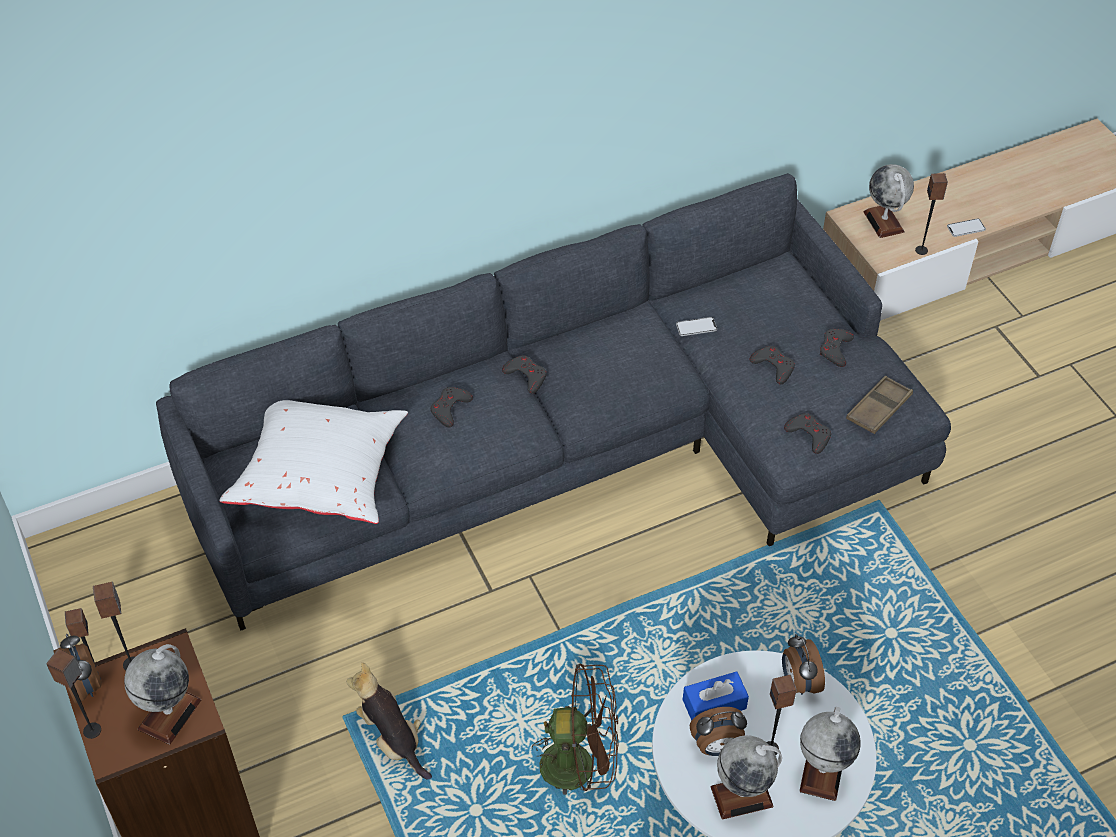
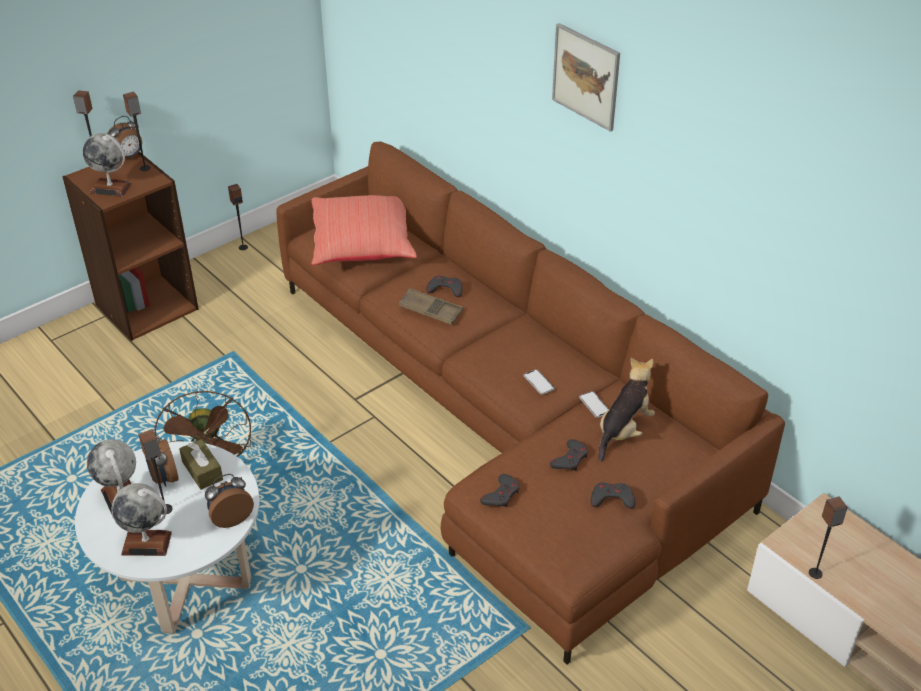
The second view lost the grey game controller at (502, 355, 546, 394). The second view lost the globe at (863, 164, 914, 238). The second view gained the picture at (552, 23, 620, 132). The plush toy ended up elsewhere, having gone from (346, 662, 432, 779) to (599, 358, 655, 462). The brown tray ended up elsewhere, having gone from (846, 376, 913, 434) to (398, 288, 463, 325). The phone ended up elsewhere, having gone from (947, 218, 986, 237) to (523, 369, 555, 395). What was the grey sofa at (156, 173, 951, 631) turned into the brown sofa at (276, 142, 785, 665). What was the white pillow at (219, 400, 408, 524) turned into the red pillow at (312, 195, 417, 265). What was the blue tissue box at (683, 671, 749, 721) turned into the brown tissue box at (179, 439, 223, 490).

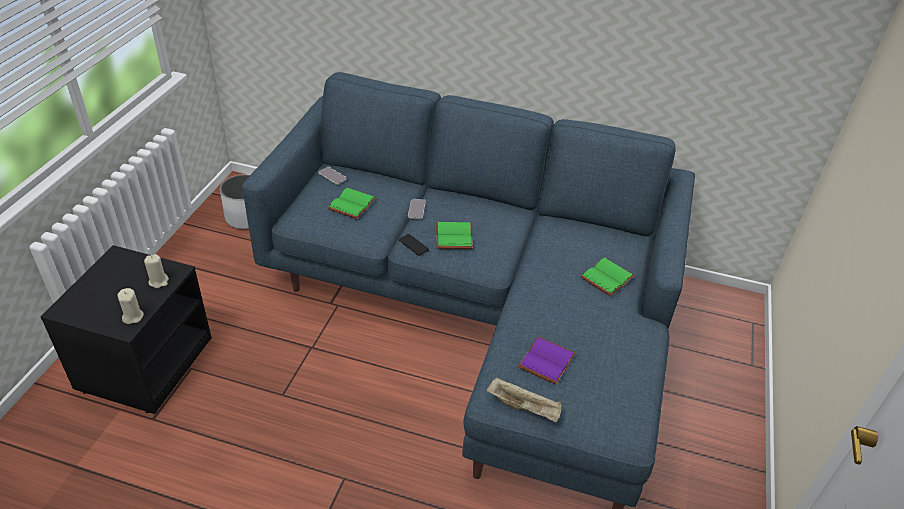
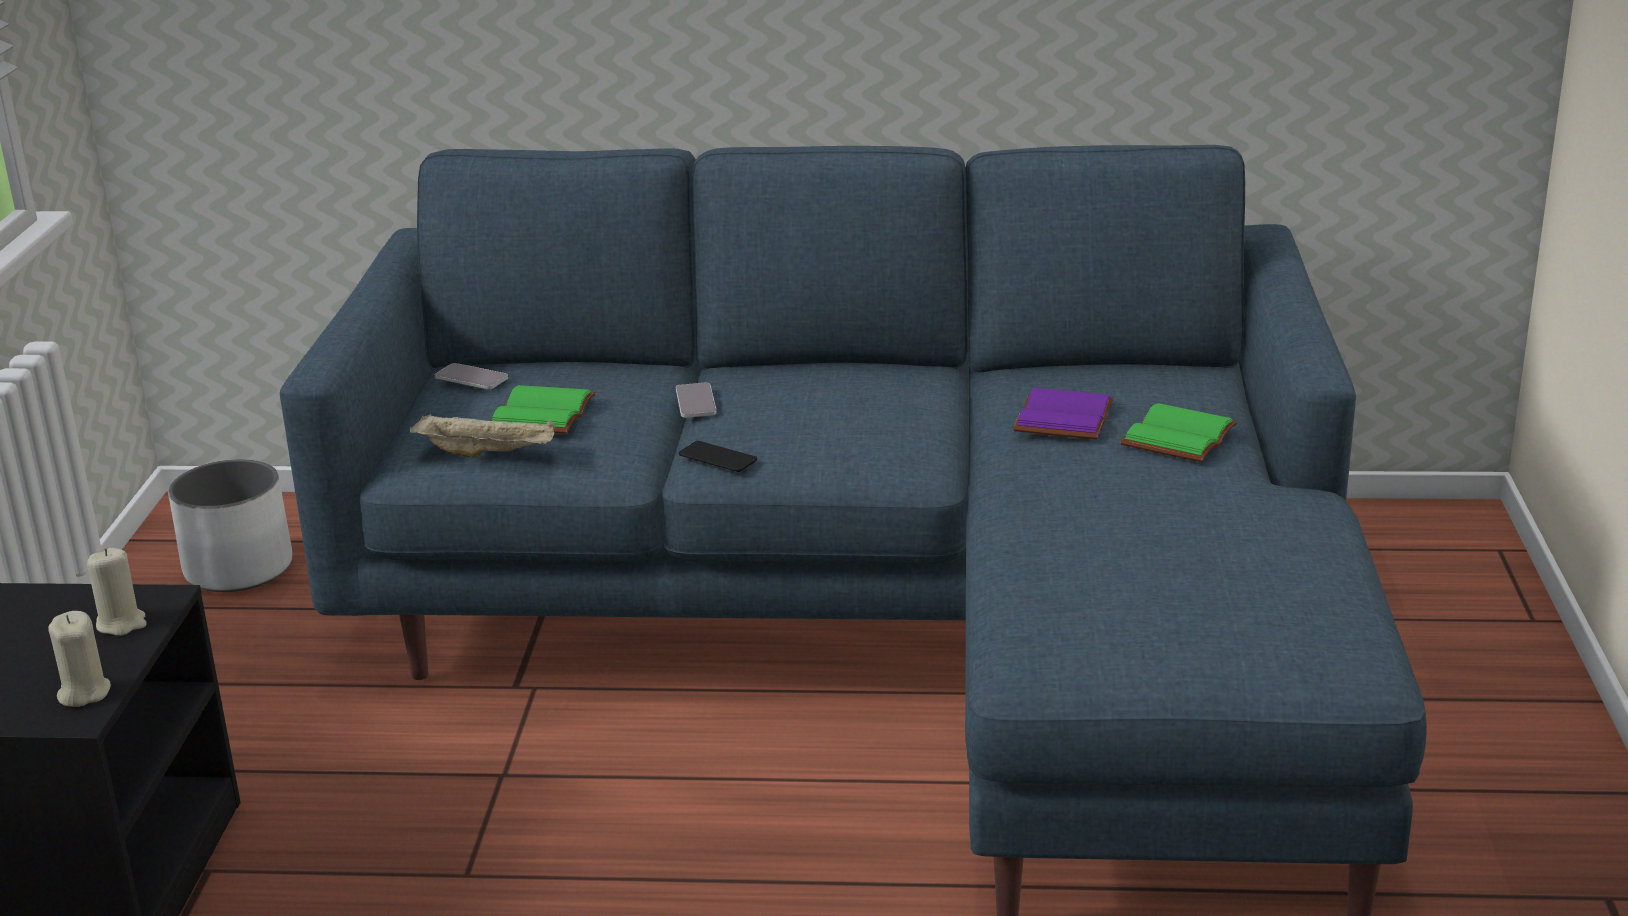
The second view lost the green book at (436, 222, 473, 249). The beige tray ended up elsewhere, having gone from (486, 377, 562, 422) to (410, 413, 555, 458). The purple book ended up elsewhere, having gone from (518, 336, 576, 385) to (1013, 388, 1114, 440).

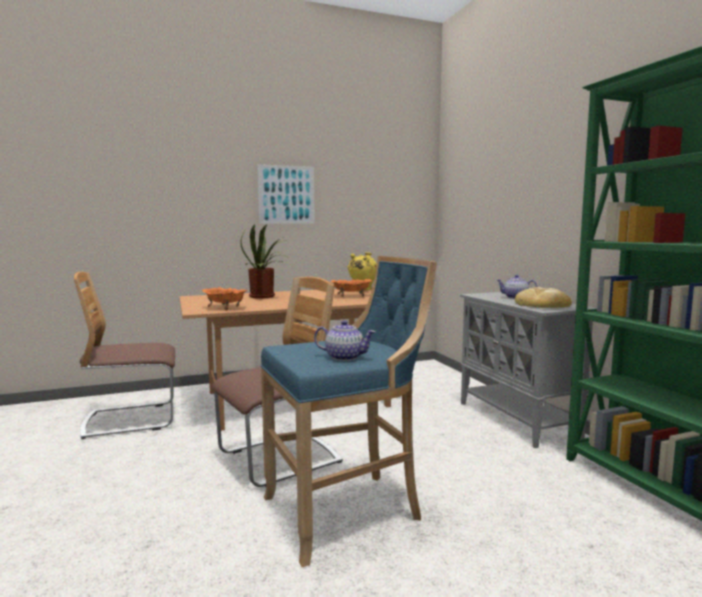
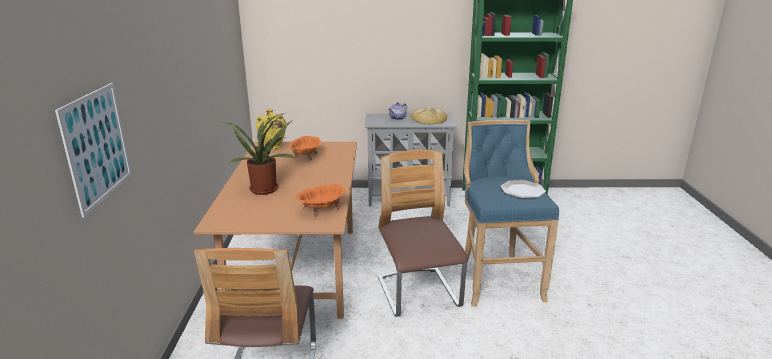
The picture ended up elsewhere, having gone from (257, 164, 315, 224) to (55, 83, 132, 217). Where the teapot stood at (314, 320, 376, 361), the plate came to stand at (500, 180, 546, 198).

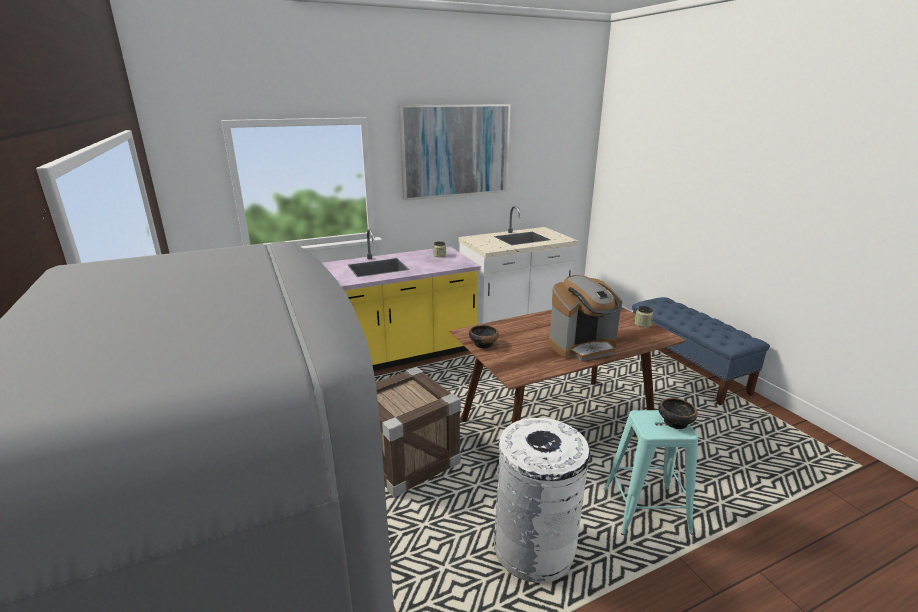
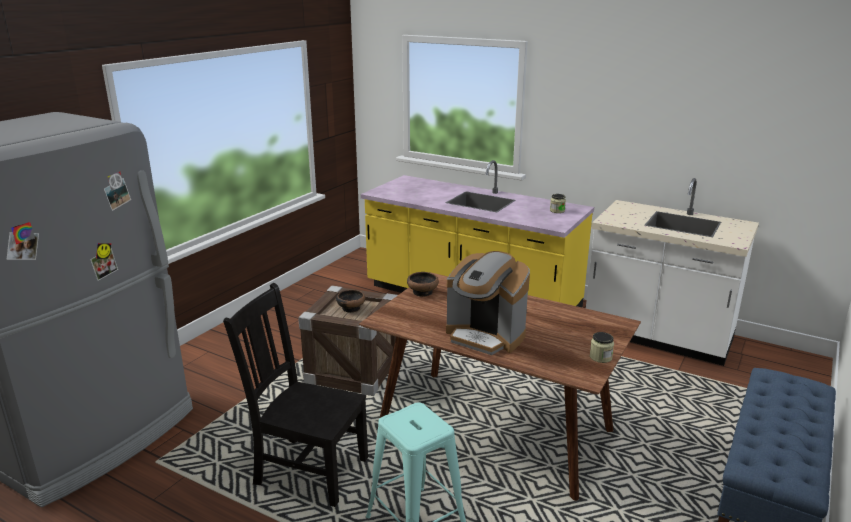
The second view lost the picture at (399, 104, 511, 200). The bowl ended up elsewhere, having gone from (658, 398, 698, 429) to (336, 290, 365, 313). Where the white trash can stood at (494, 418, 590, 583), the black chair came to stand at (223, 283, 368, 507).

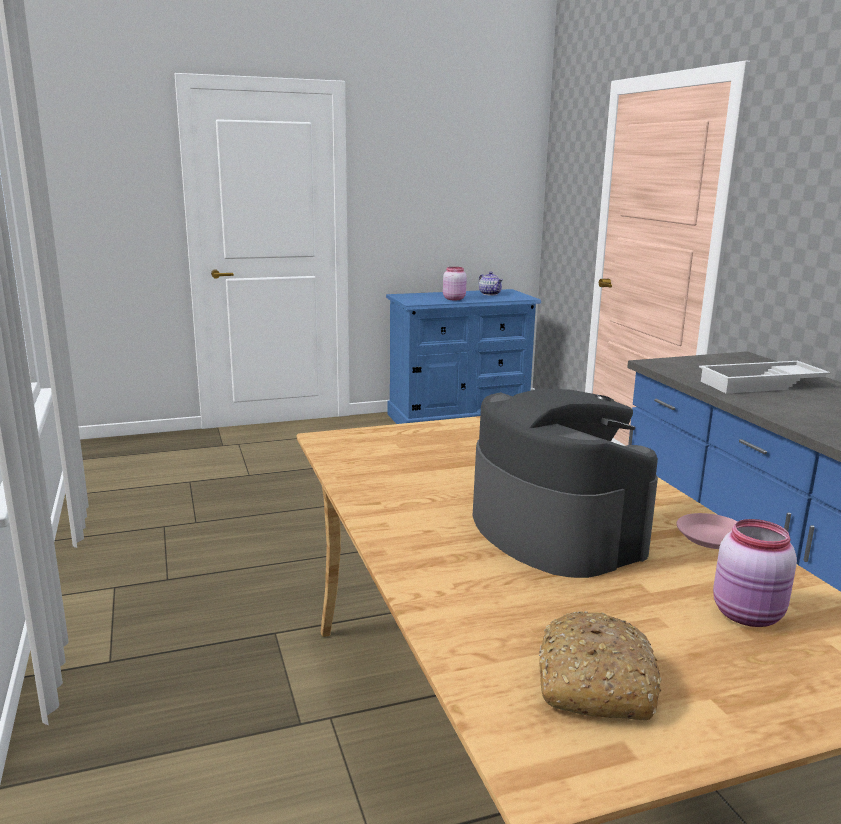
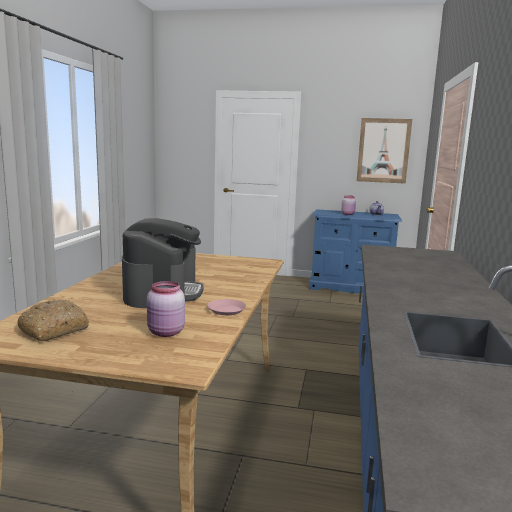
The second view lost the white tray at (699, 361, 831, 394). The second view gained the picture at (357, 118, 412, 184).

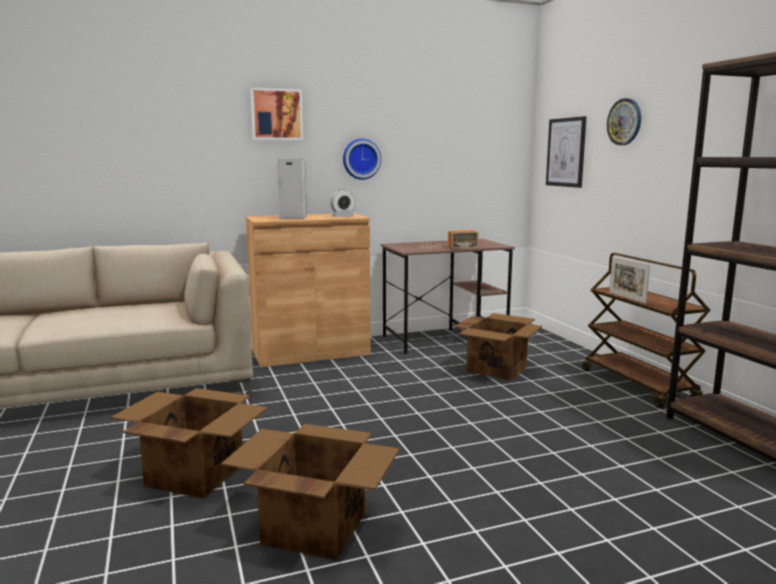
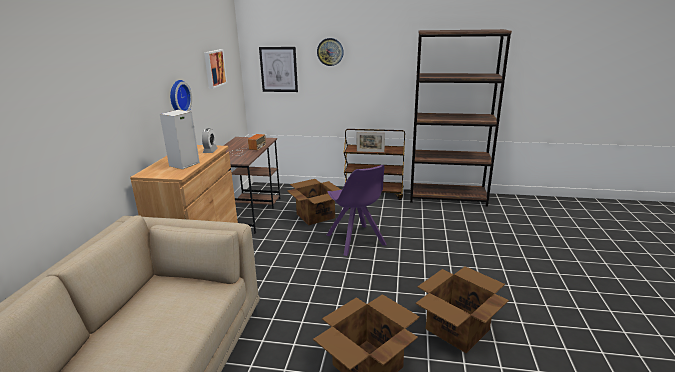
The second view gained the purple chair at (326, 165, 387, 256). The picture ended up elsewhere, having gone from (250, 88, 303, 140) to (204, 49, 227, 89).

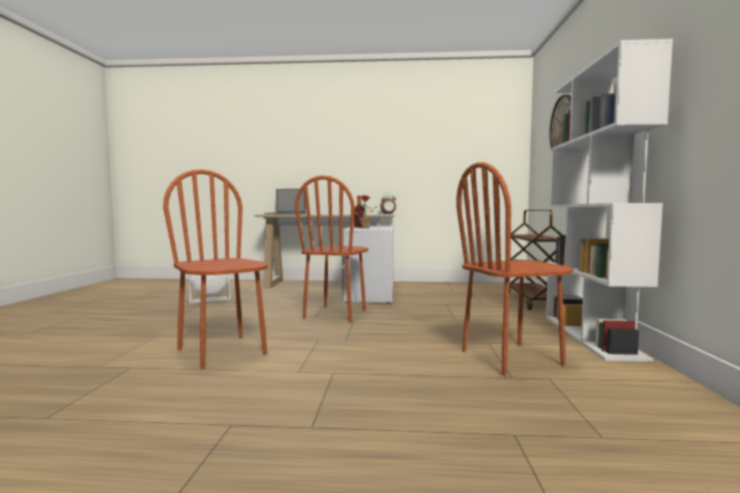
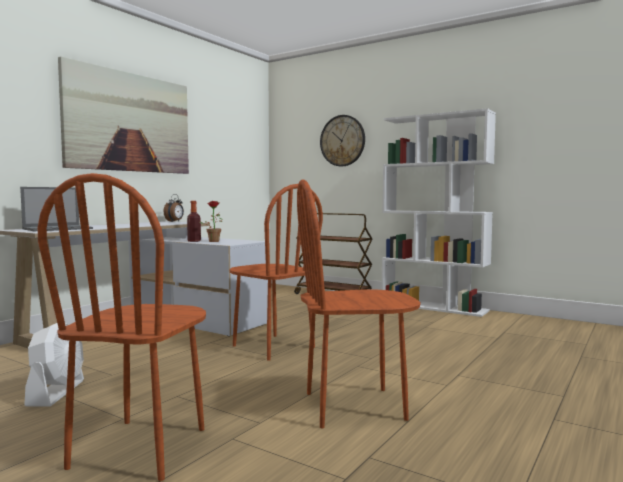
The second view gained the picture at (58, 56, 189, 174). The brown chair ended up elsewhere, having gone from (456, 162, 573, 376) to (38, 173, 206, 481).

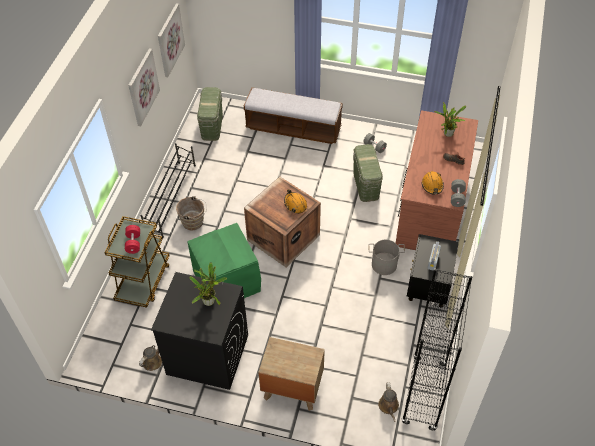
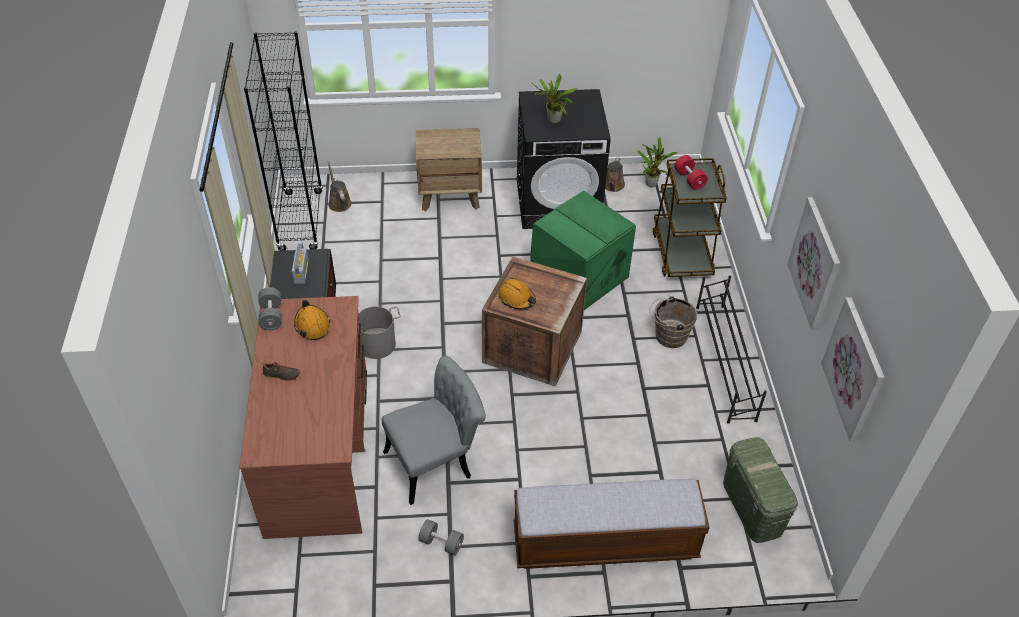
The potted plant ended up elsewhere, having gone from (434, 102, 466, 137) to (637, 137, 678, 187). Where the green storage box stood at (353, 144, 383, 202), the grey chair came to stand at (382, 356, 486, 505).

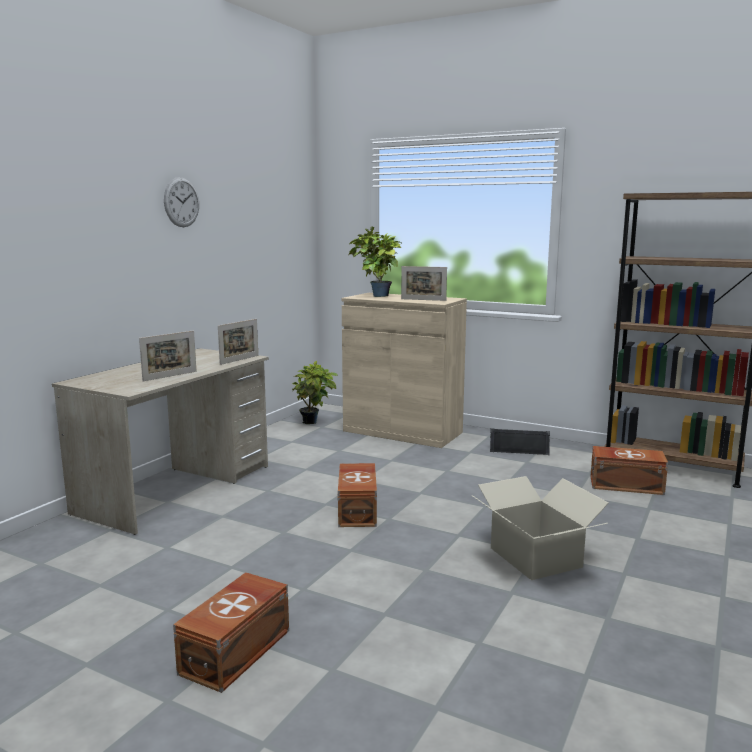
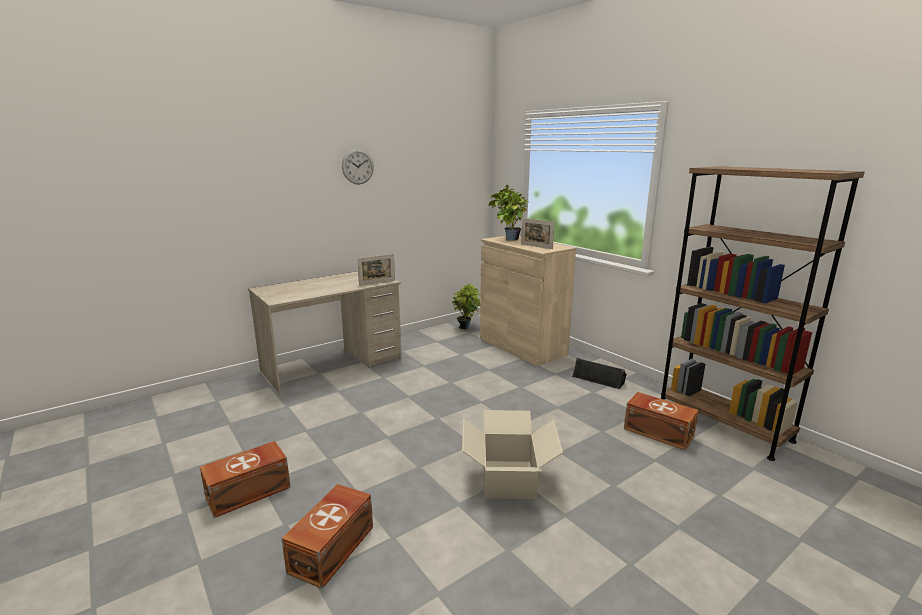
The second view lost the picture frame at (139, 331, 196, 381). The brown storage box ended up elsewhere, having gone from (338, 463, 377, 527) to (281, 484, 373, 589).

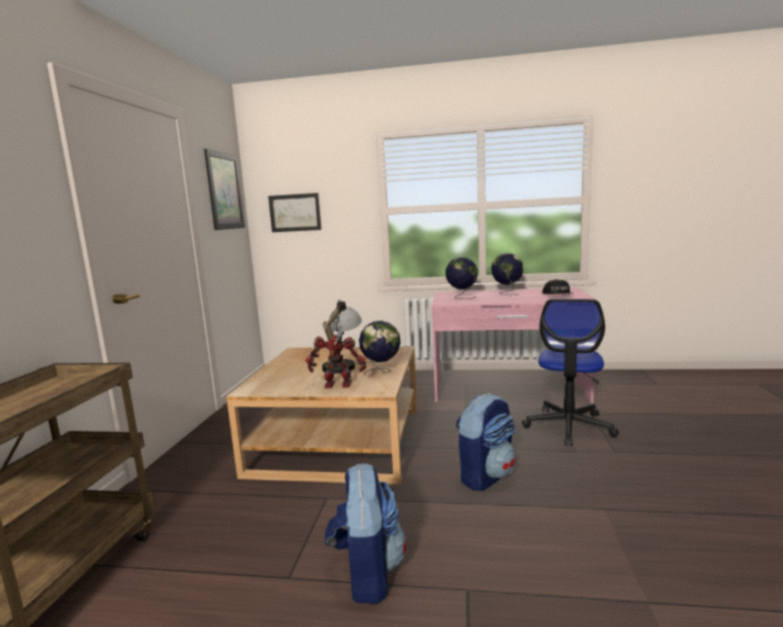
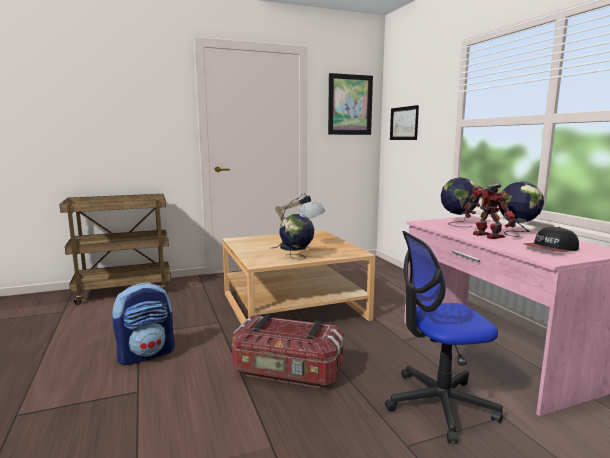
The toy robot ended up elsewhere, having gone from (306, 331, 366, 388) to (464, 183, 516, 239). Where the backpack stood at (456, 393, 516, 491), the storage box came to stand at (232, 315, 343, 388).

